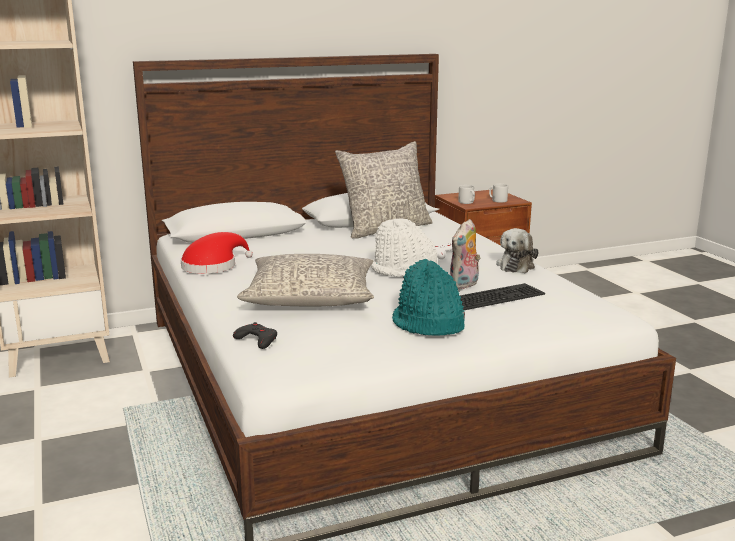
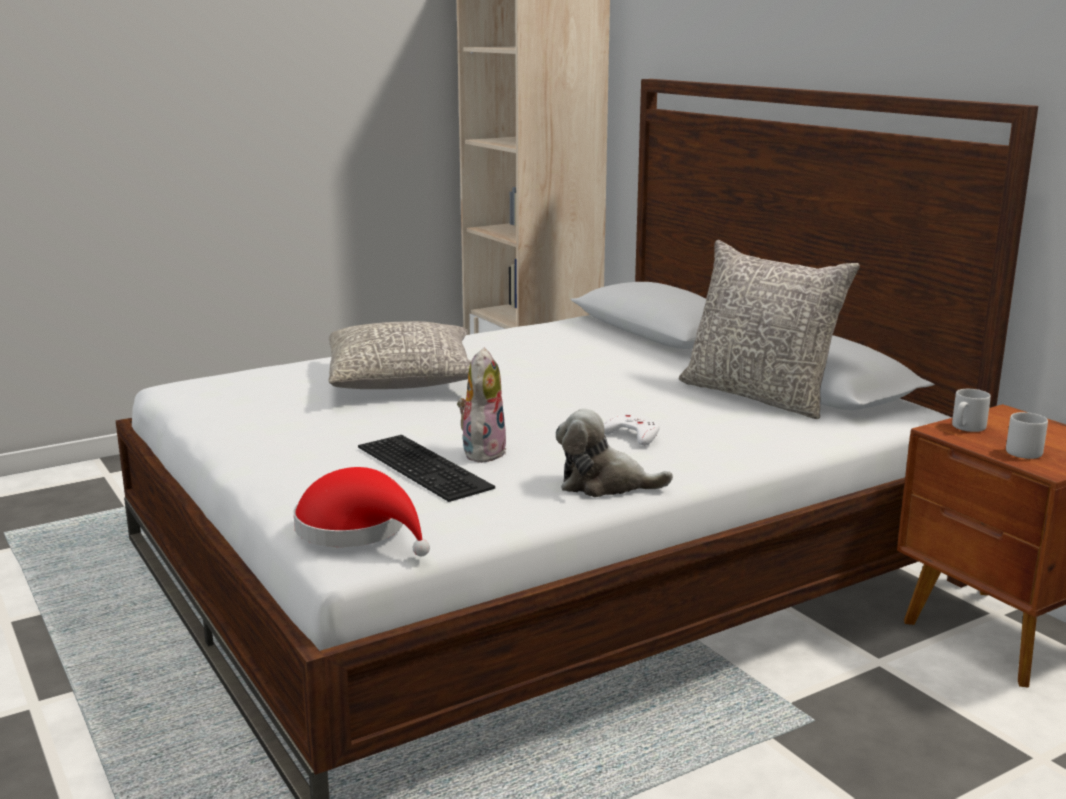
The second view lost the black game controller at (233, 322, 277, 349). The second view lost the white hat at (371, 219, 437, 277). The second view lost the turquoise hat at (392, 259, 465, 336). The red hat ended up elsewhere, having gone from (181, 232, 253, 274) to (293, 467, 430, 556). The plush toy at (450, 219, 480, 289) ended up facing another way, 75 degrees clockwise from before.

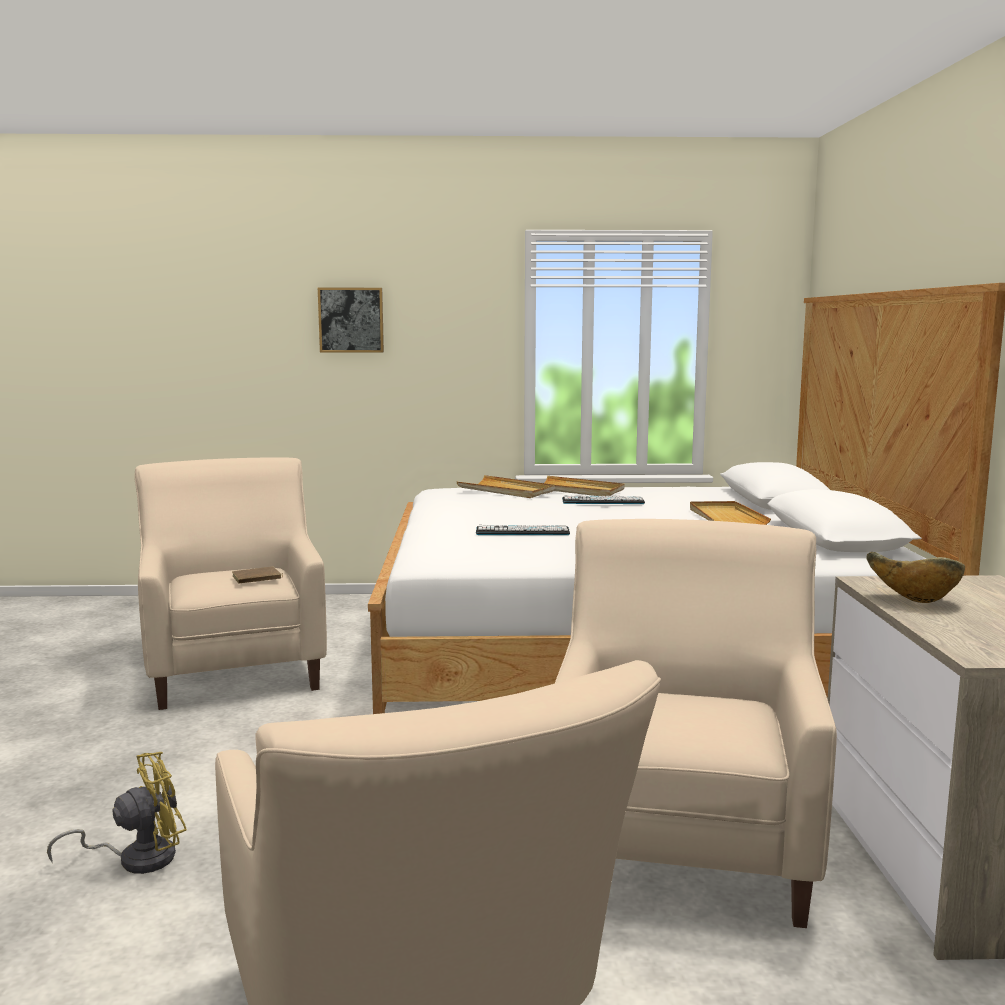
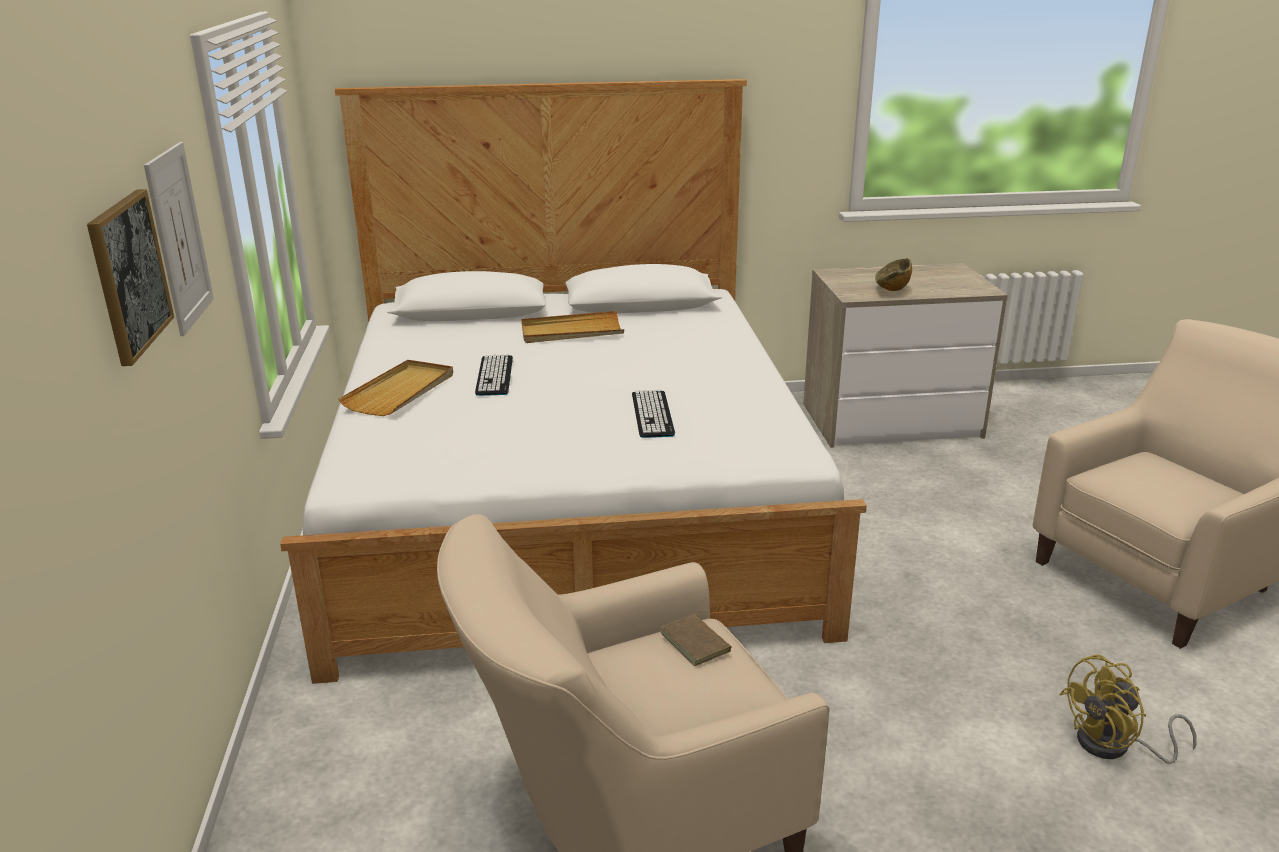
The second view lost the beige tray at (457, 475, 555, 498). The second view lost the beige armchair at (555, 519, 837, 928). The second view gained the picture at (144, 142, 214, 336). The yellow fan at (47, 752, 187, 874) ended up facing another way, 75 degrees counterclockwise from before.

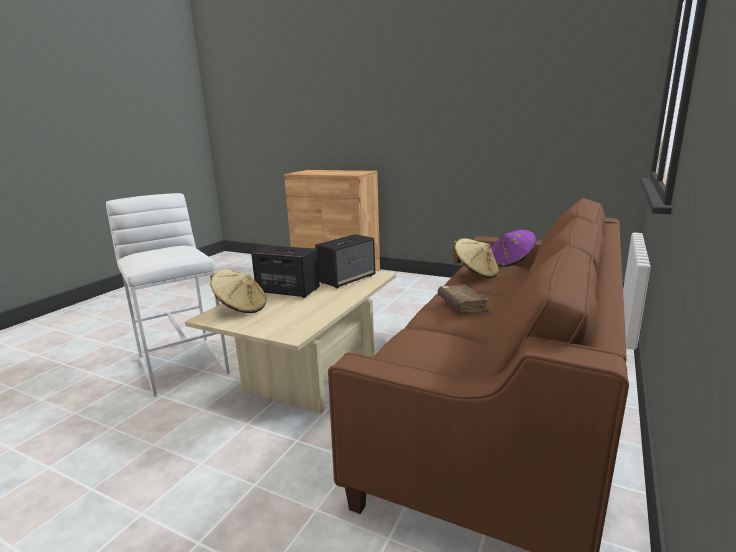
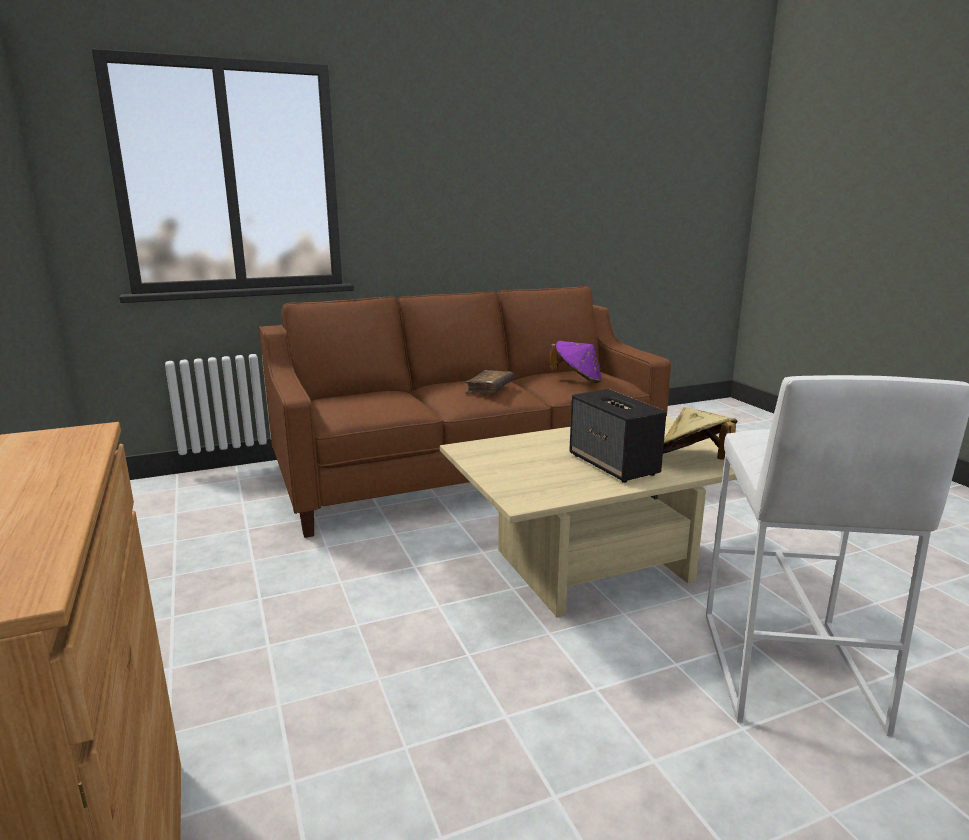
The second view lost the speaker at (315, 234, 375, 288). The second view lost the beige hat at (452, 238, 499, 278). The purple hat ended up elsewhere, having gone from (491, 230, 536, 267) to (550, 341, 602, 383).

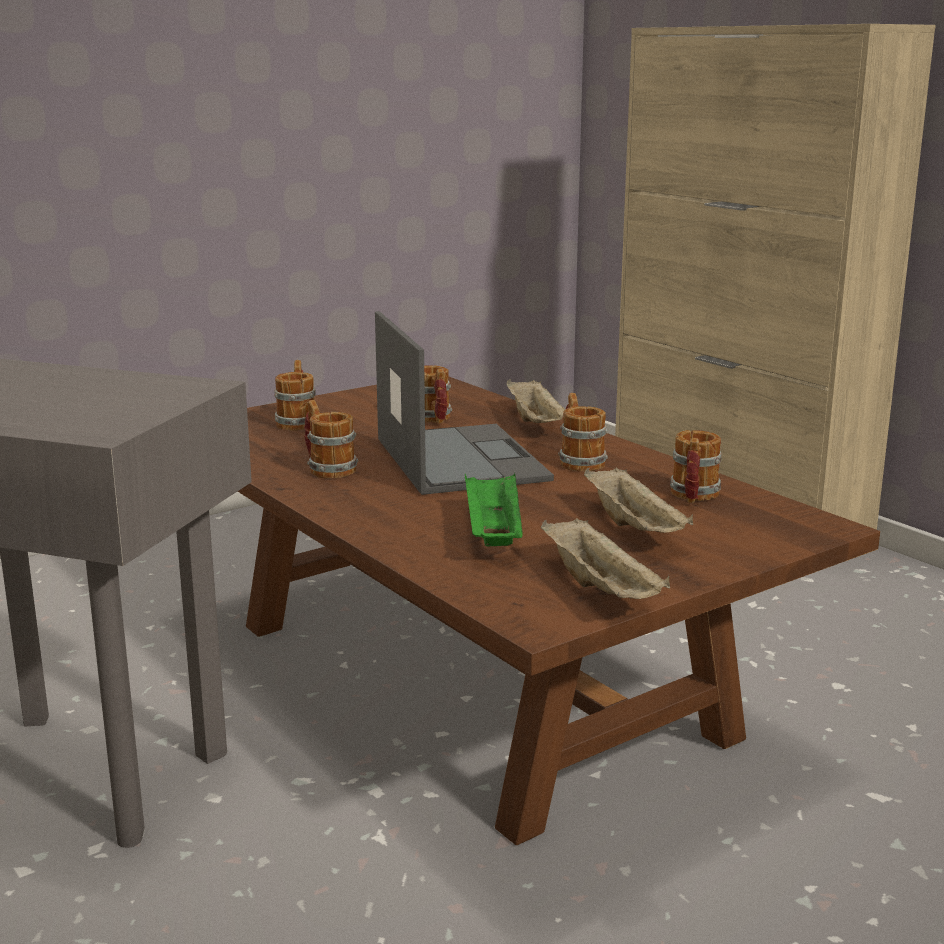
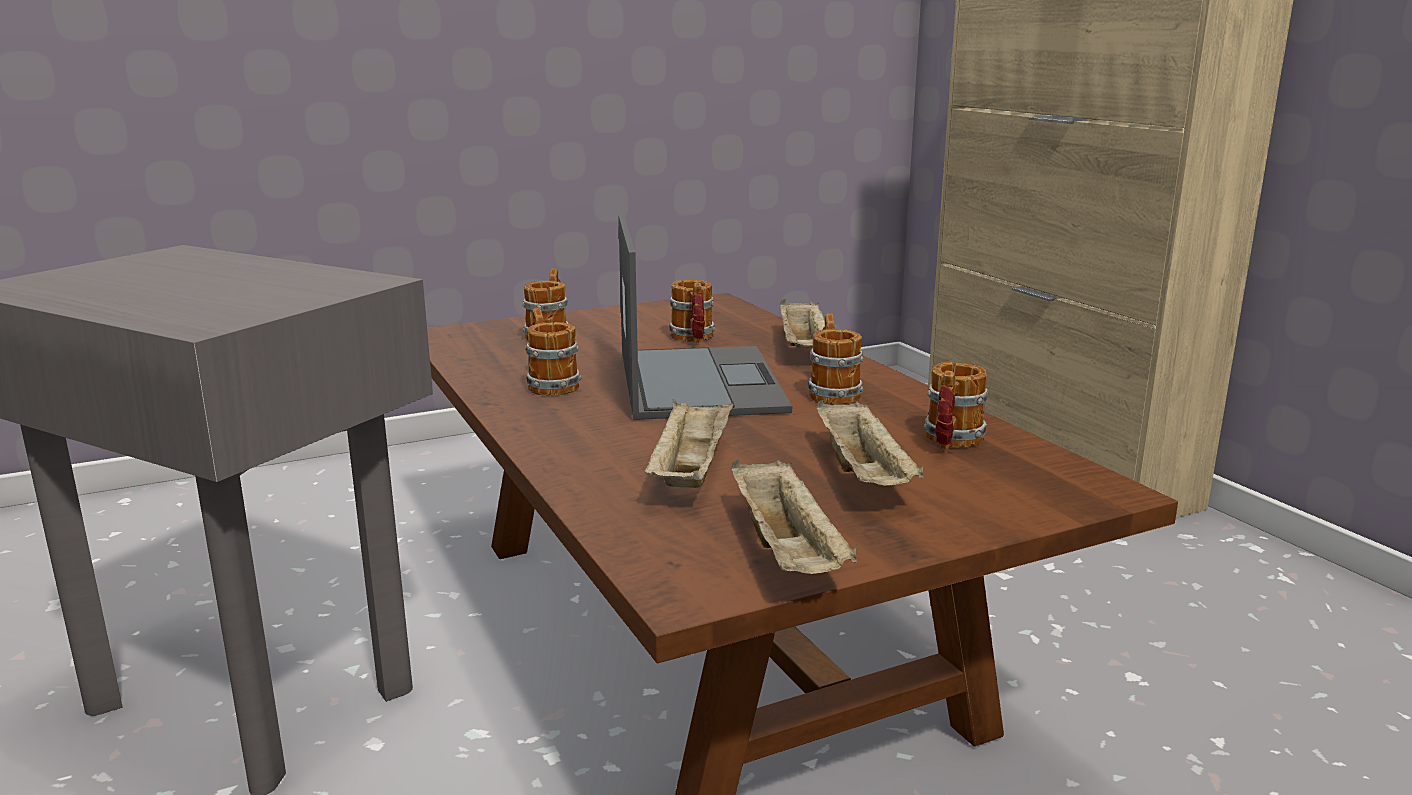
What was the green tray at (465, 473, 523, 546) turned into the beige tray at (645, 399, 734, 488).

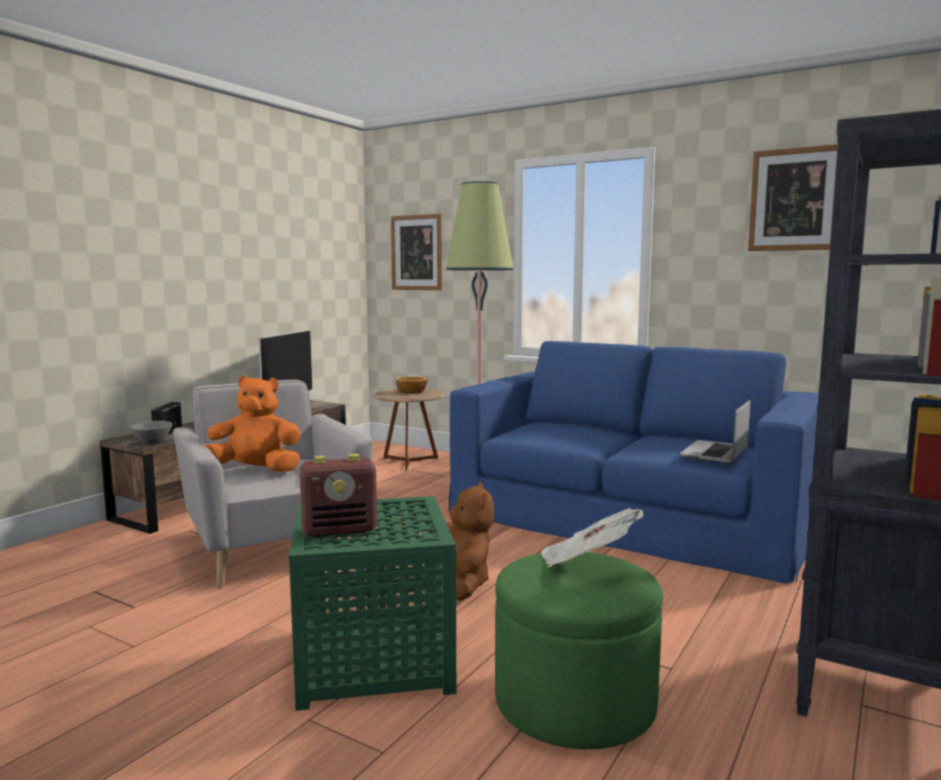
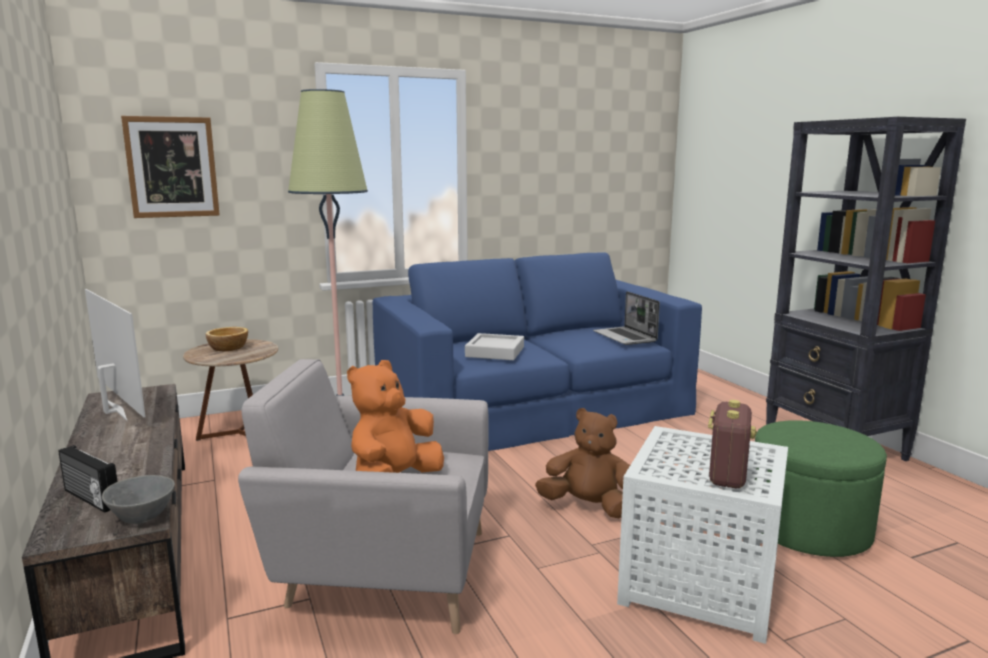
The second view lost the newspaper at (541, 508, 644, 567). The second view lost the picture at (748, 144, 838, 251). The second view gained the grey tray at (465, 333, 524, 360). What was the green side table at (289, 496, 456, 711) turned into the white side table at (617, 426, 788, 644).

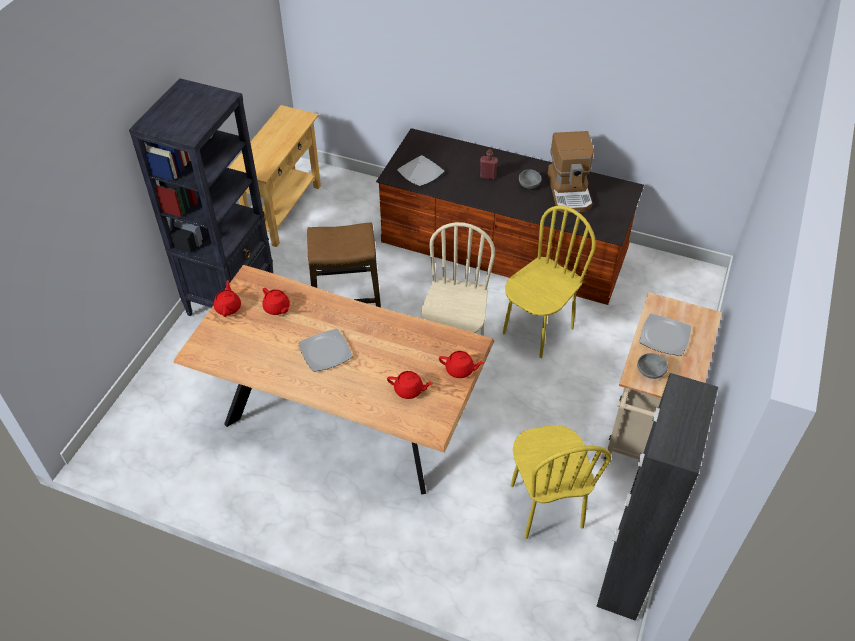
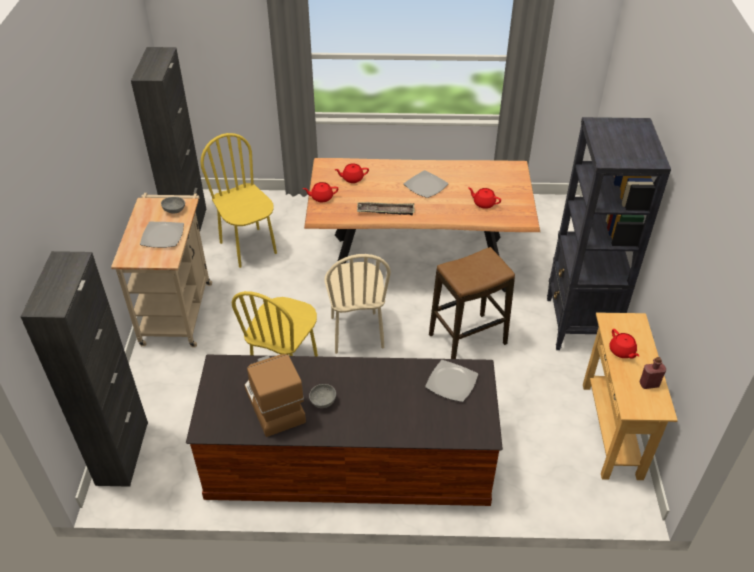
The second view gained the black cabinet at (21, 251, 148, 487). The second view gained the tray at (357, 202, 414, 215). The red teapot ended up elsewhere, having gone from (214, 280, 241, 317) to (609, 329, 639, 359). The red bottle ended up elsewhere, having gone from (480, 149, 498, 179) to (639, 357, 666, 389).

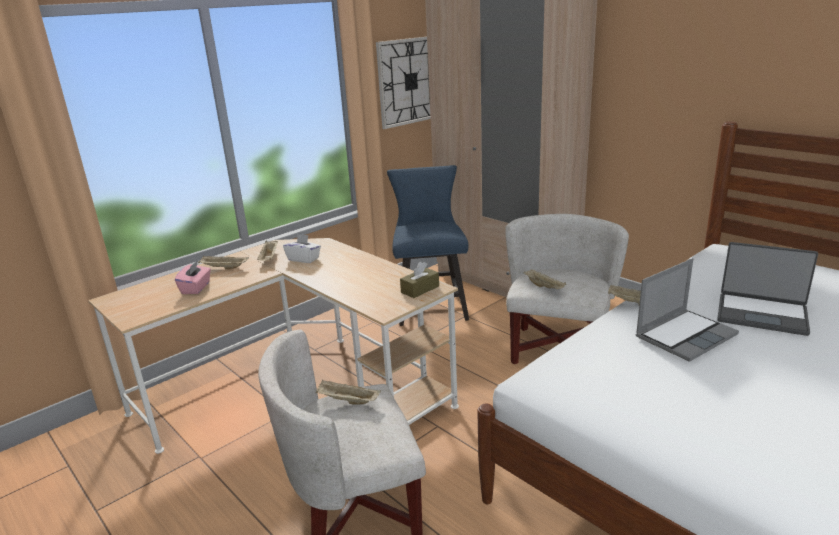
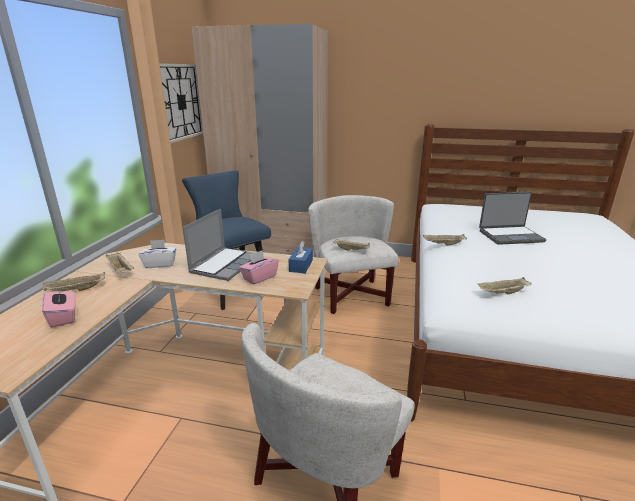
The second view gained the pink tissue box at (239, 250, 279, 285). The beige tray ended up elsewhere, having gone from (315, 380, 381, 405) to (478, 277, 532, 294). The laptop ended up elsewhere, having gone from (636, 258, 739, 362) to (183, 209, 253, 281). What was the brown tissue box at (400, 262, 439, 298) turned into the blue tissue box at (289, 241, 313, 273).

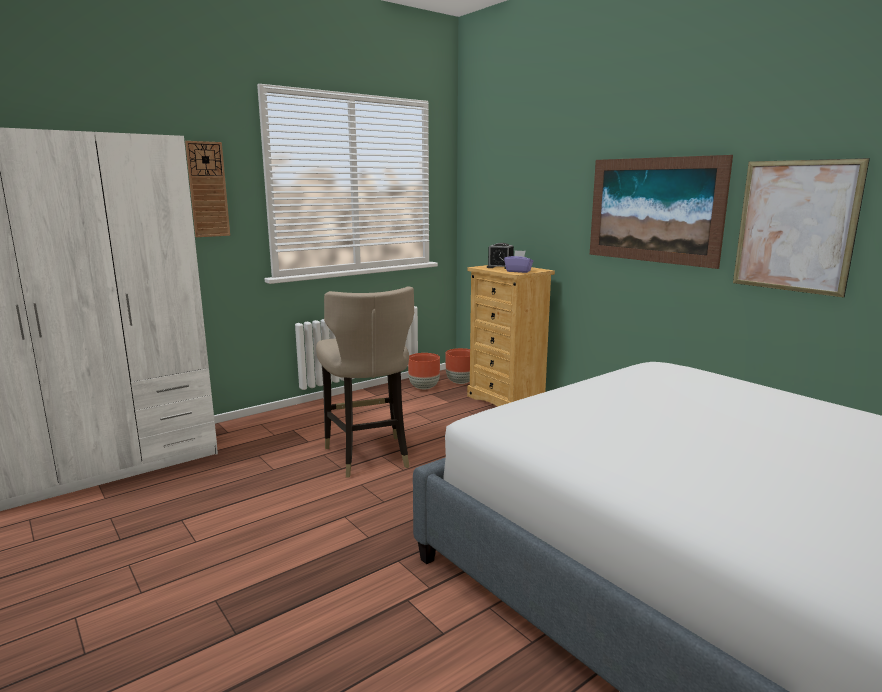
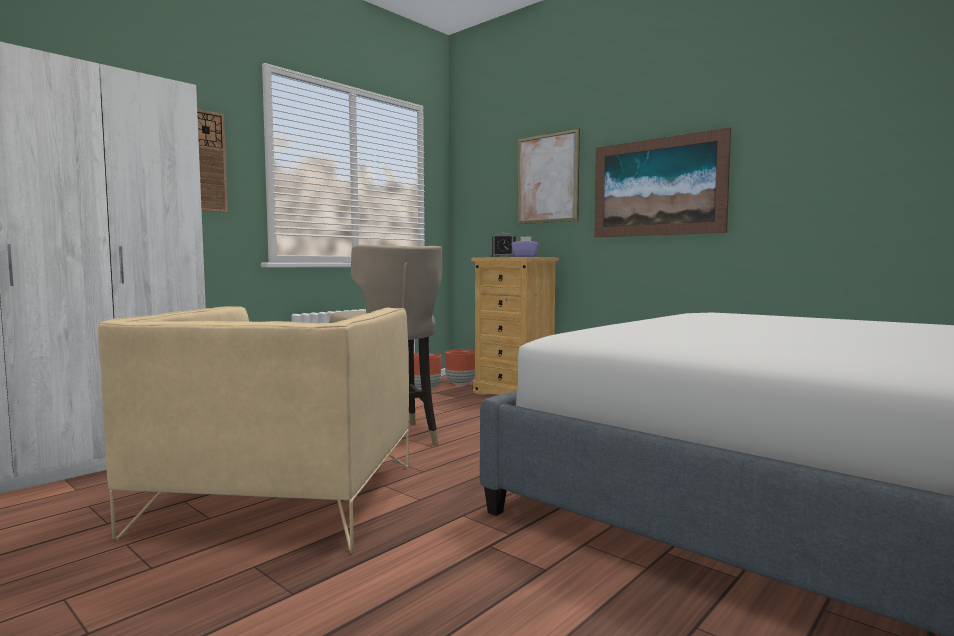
The second view gained the beige armchair at (98, 306, 409, 553). The picture ended up elsewhere, having gone from (733, 158, 870, 297) to (517, 128, 580, 224).

